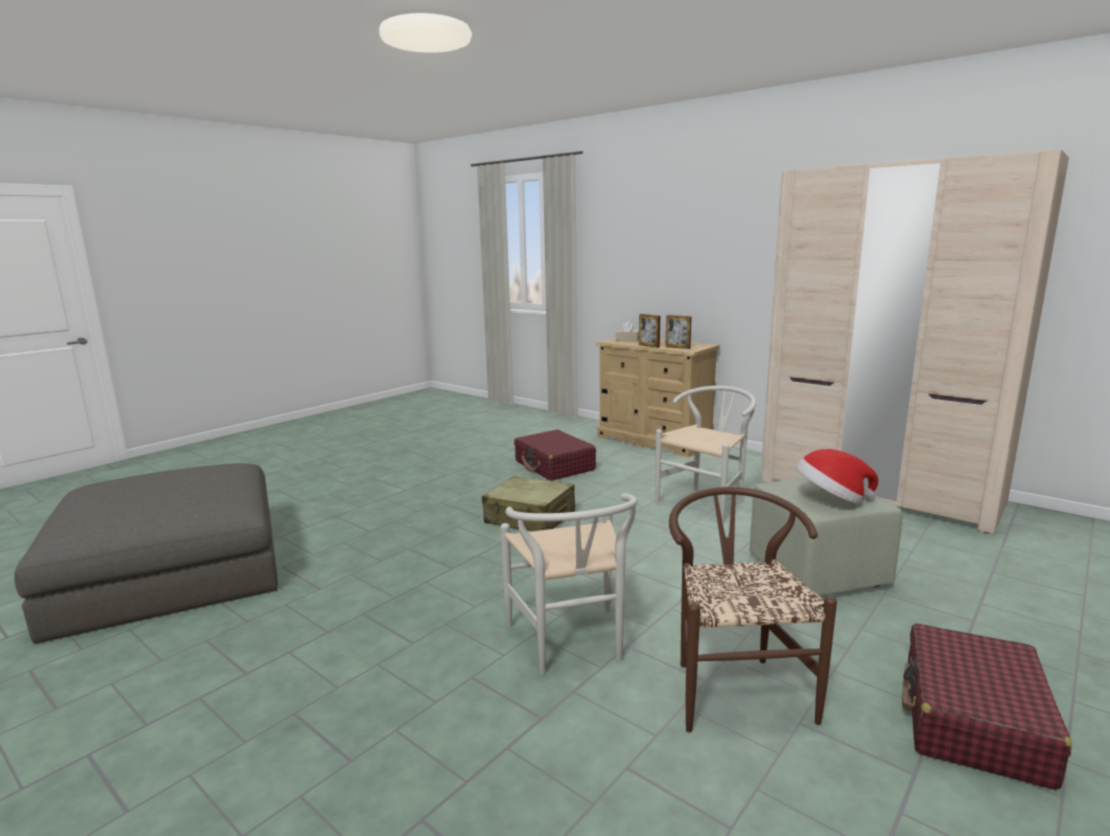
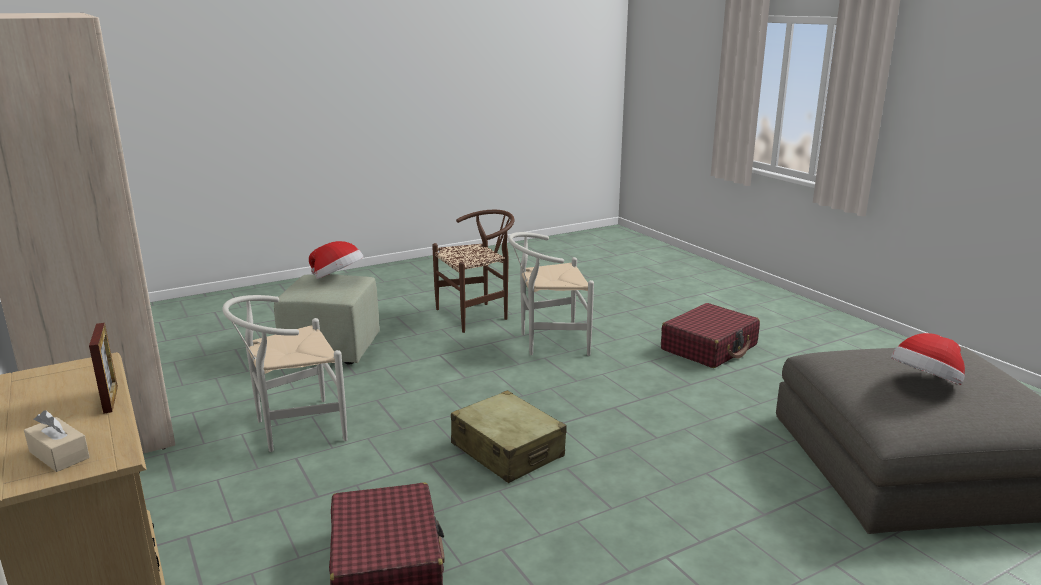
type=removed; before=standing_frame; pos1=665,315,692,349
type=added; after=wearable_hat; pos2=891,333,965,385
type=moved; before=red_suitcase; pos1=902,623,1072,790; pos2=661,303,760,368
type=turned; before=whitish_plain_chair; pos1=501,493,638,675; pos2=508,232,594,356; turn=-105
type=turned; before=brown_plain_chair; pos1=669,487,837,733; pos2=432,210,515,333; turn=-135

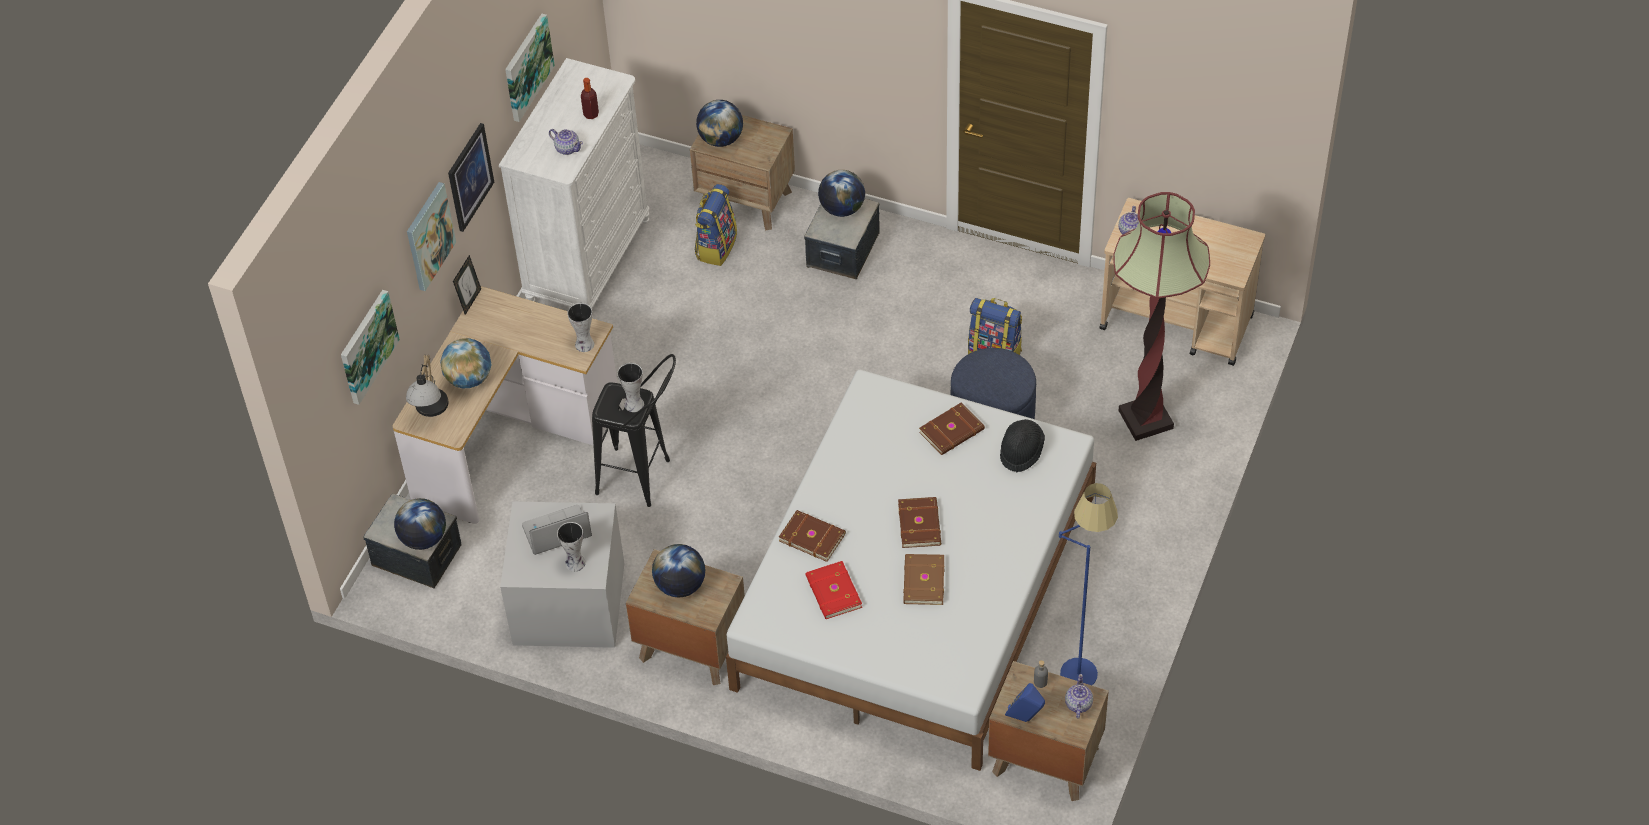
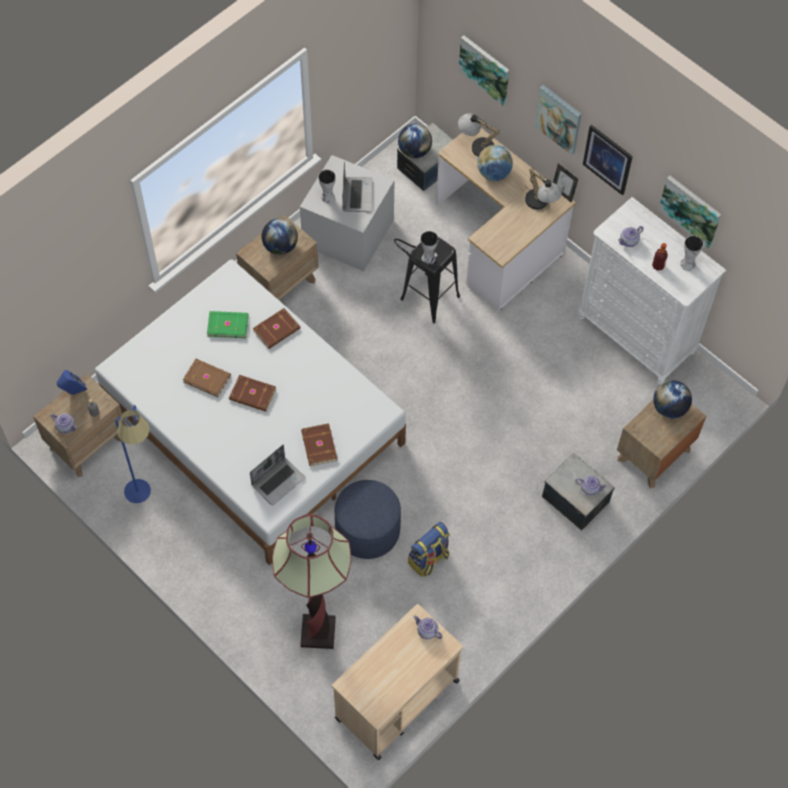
type=removed; before=backpack; pos1=695,184,737,266
type=added; after=lamp_for_a_table; pos2=525,168,562,210
type=moved; before=vase; pos1=567,303,594,352; pos2=680,235,704,271
type=replaced; before=globe; after=pot_for_tea; pos1=818,170,865,217; pos2=575,476,607,495
type=replaced; before=blackish_wearable_hat; after=laptop; pos1=1000,419,1045,472; pos2=250,444,305,505
type=recoloured; before=red_volume; after=green-coloured_volume; pos1=805,561,862,619; pos2=207,311,249,338

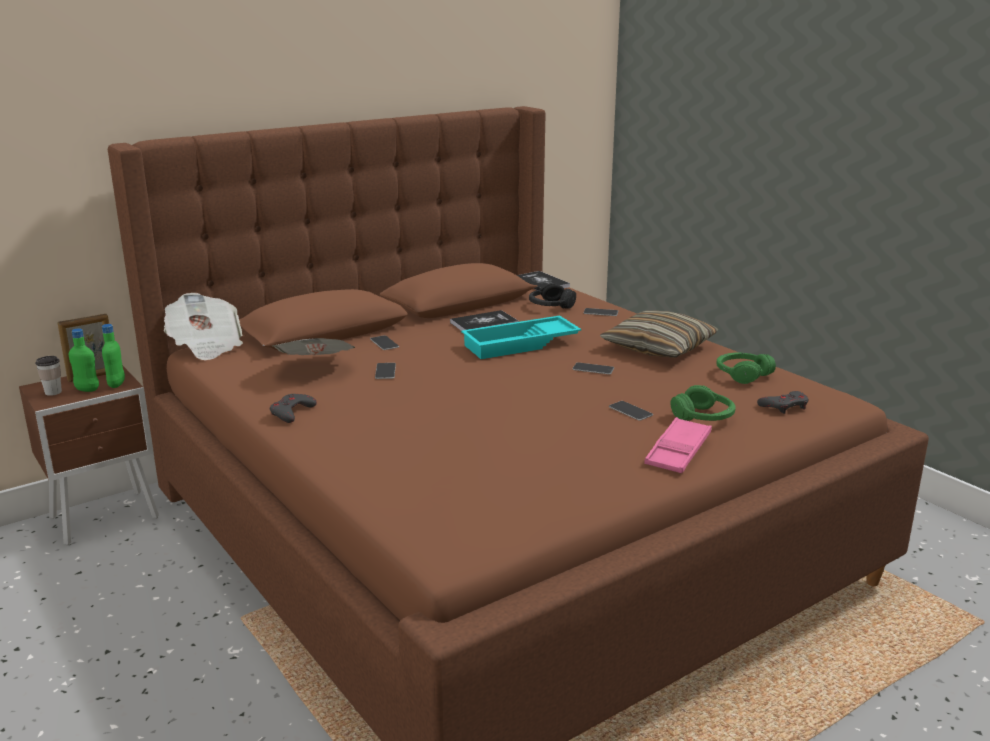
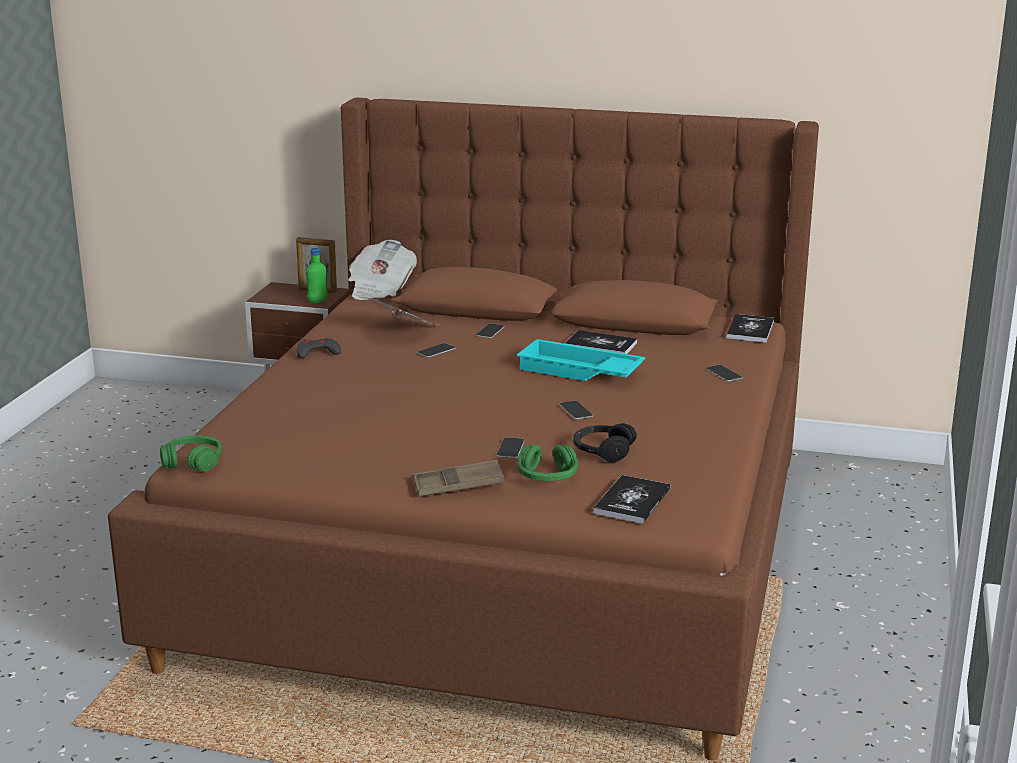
type=removed; before=small_cup; pos1=35,356,62,396
type=removed; before=green-coloured_beverage_bottle; pos1=69,328,99,392
type=removed; before=cushion; pos1=600,311,718,358
type=moved; before=blackish_headset; pos1=529,284,576,309; pos2=573,423,637,462
type=moved; before=green-coloured_headset; pos1=716,352,776,384; pos2=160,435,222,471
type=replaced; before=gray_gamepad; after=volume; pos1=757,391,808,414; pos2=593,475,670,524
type=recoloured; before=pink-coloured_carrying_tray; after=brown_carrying_tray; pos1=644,417,712,473; pos2=413,460,505,497

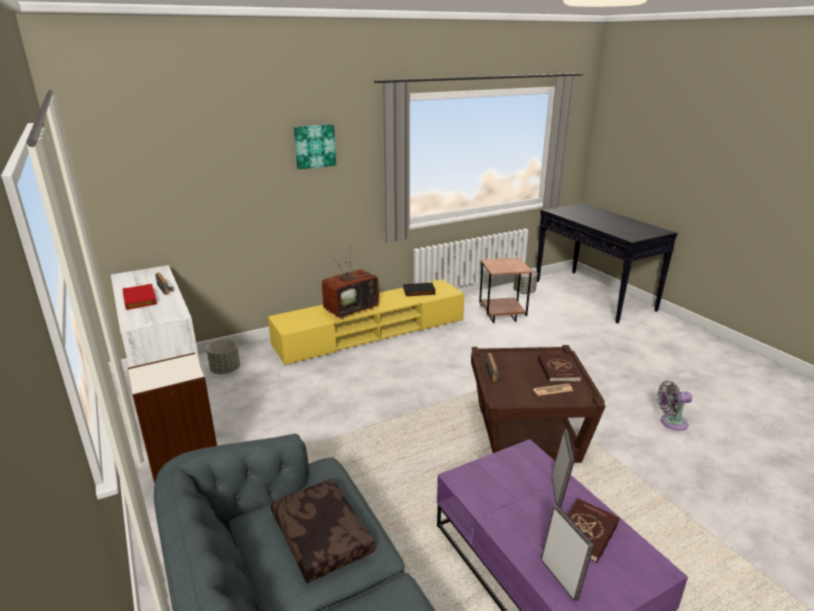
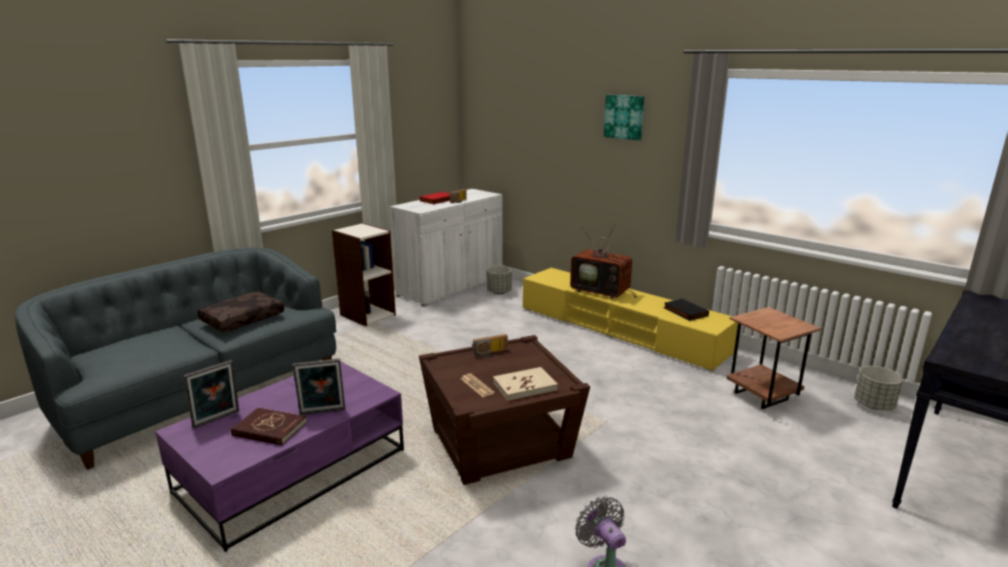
type=recoloured; before=red_volume; after=beige_volume; pos1=538,354,581,382; pos2=493,367,558,401

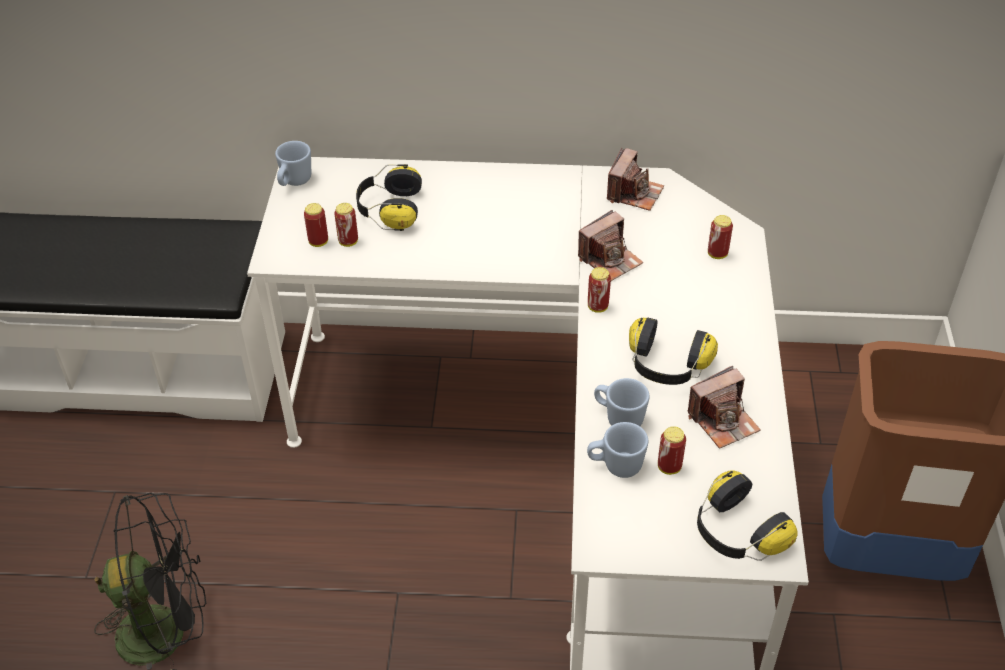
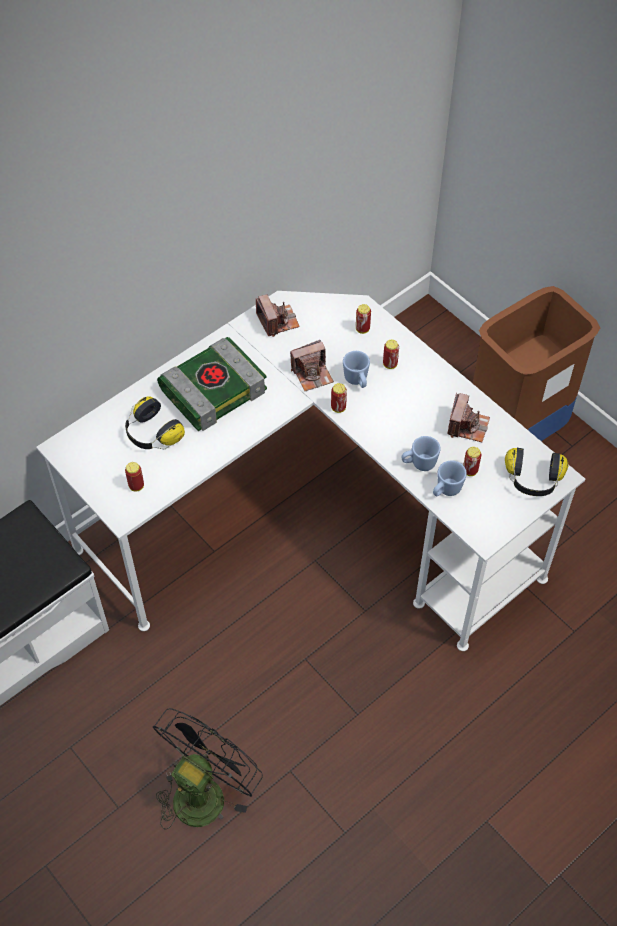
type=removed; before=headset; pos1=629,318,718,385
type=added; after=volume; pos2=157,337,267,431
type=moved; before=bluish_coffee_mug; pos1=275,141,311,186; pos2=343,351,370,388
type=moved; before=can; pos1=334,203,358,247; pos2=383,340,399,369
type=turned; before=still_camera; pos1=578,210,643,281; pos2=290,340,334,391; turn=60

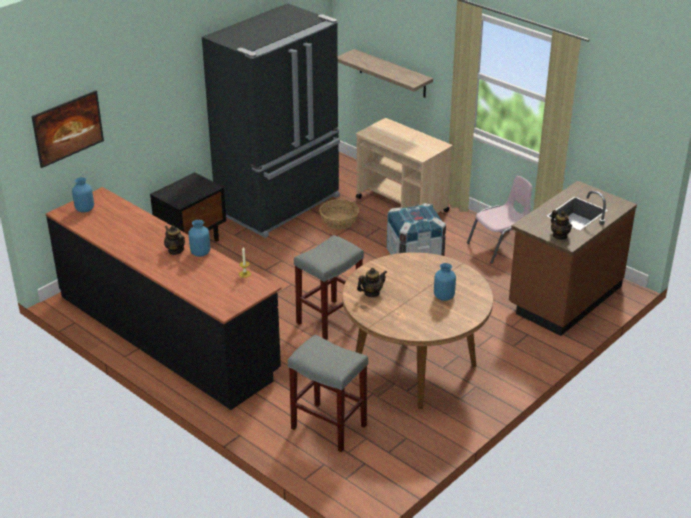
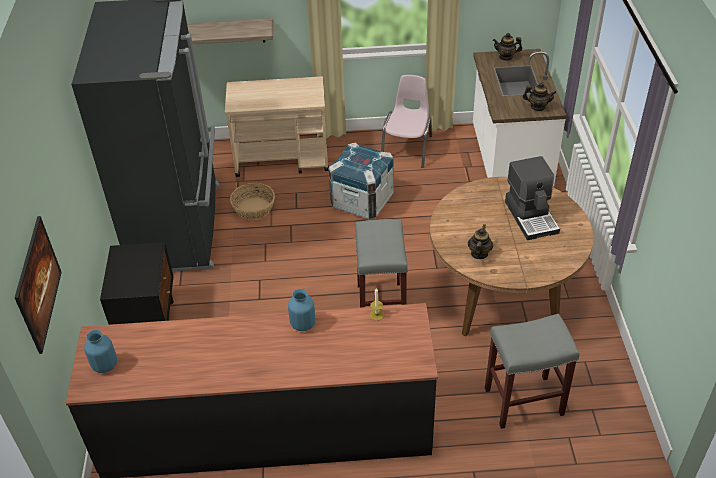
type=moved; before=pot_for_tea; pos1=164,225,185,255; pos2=493,33,522,61
type=replaced; before=bluish_vase; after=coffee_brewer; pos1=434,263,456,301; pos2=505,156,560,240
type=recoloured; before=brown_counter; after=whitish_counter; pos1=509,181,637,336; pos2=473,49,566,186

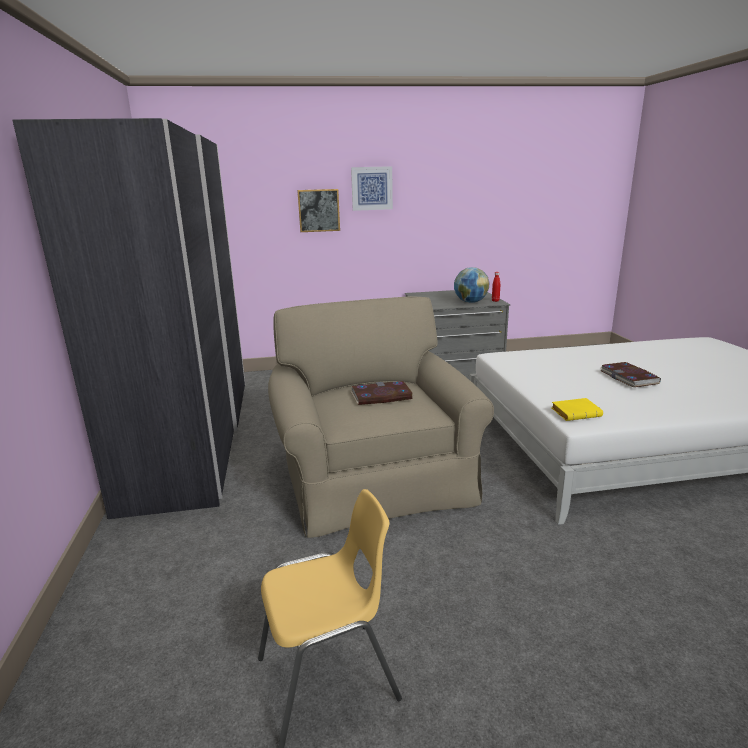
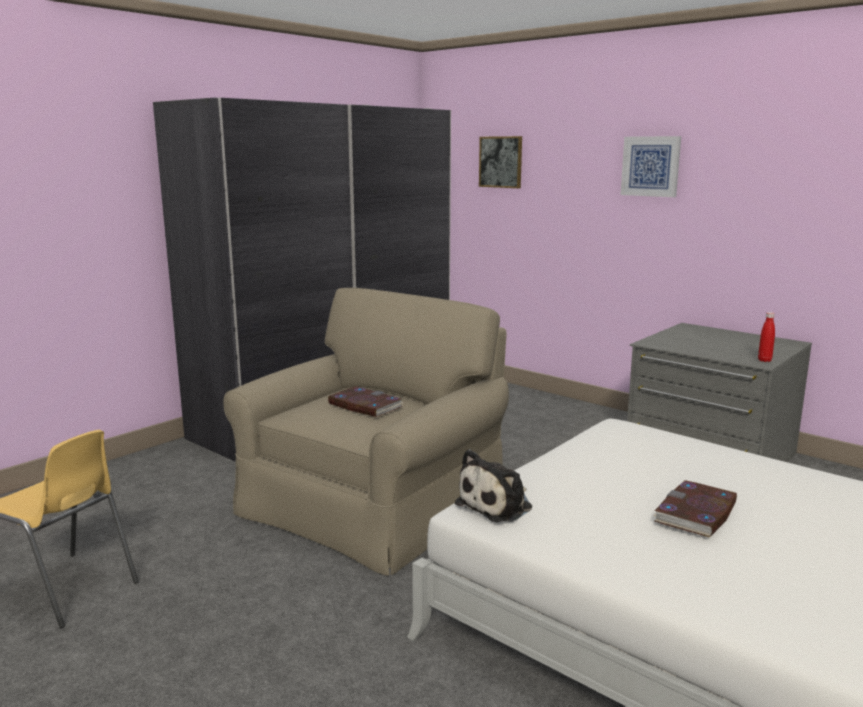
type=removed; before=globe; pos1=454,267,489,303
type=moved; before=wall_art; pos1=297,189,340,232; pos2=479,136,522,188
type=replaced; before=yellow_volume; after=soft_toy; pos1=551,398,603,421; pos2=455,449,532,522

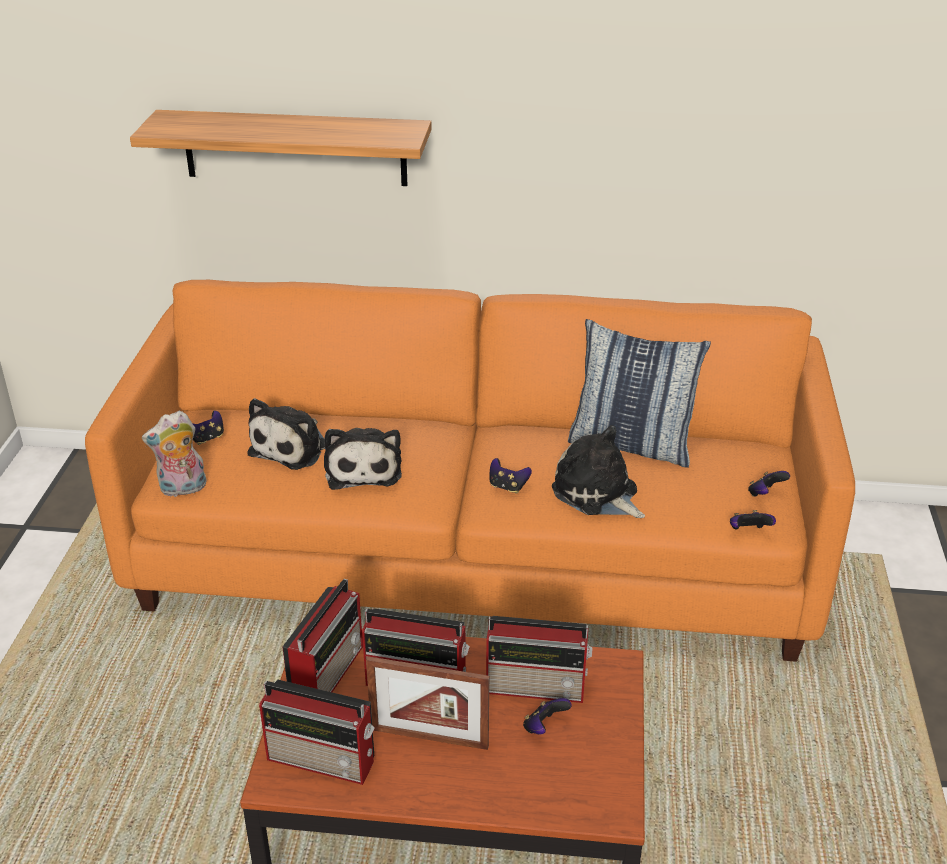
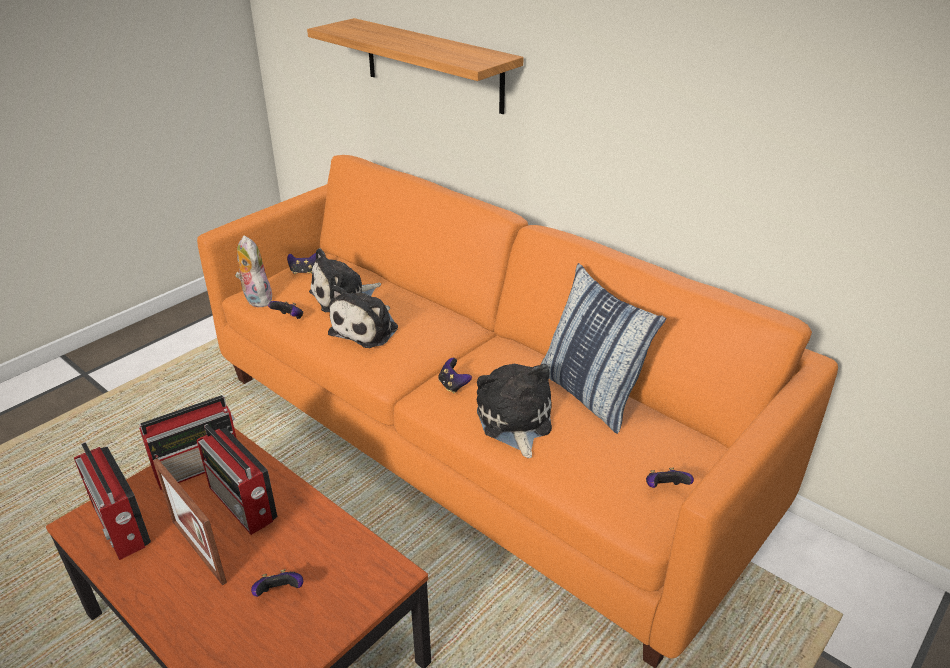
type=removed; before=radio_receiver; pos1=486,616,593,703
type=moved; before=gamepad; pos1=730,510,776,530; pos2=268,301,303,319
type=turned; before=soft_toy; pos1=142,411,207,497; pos2=235,236,272,307; turn=45

